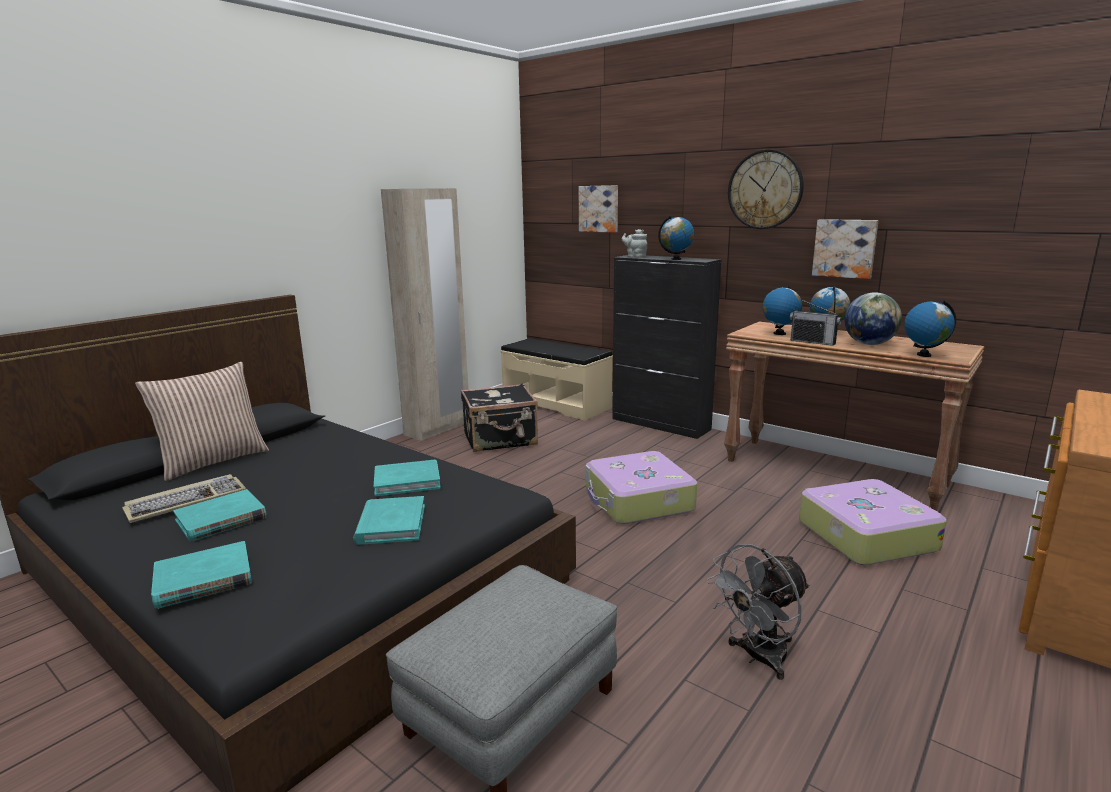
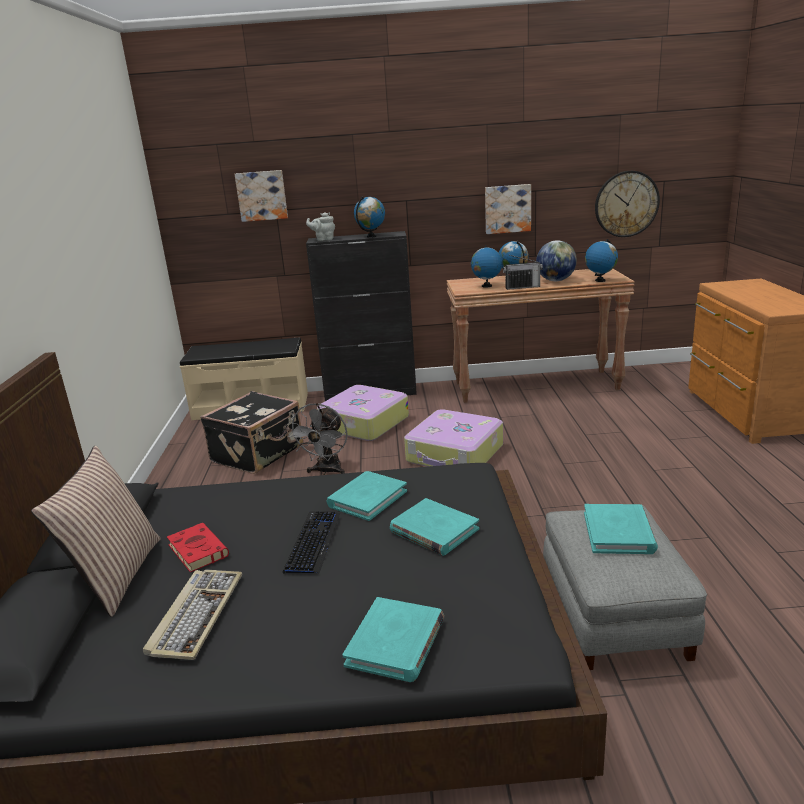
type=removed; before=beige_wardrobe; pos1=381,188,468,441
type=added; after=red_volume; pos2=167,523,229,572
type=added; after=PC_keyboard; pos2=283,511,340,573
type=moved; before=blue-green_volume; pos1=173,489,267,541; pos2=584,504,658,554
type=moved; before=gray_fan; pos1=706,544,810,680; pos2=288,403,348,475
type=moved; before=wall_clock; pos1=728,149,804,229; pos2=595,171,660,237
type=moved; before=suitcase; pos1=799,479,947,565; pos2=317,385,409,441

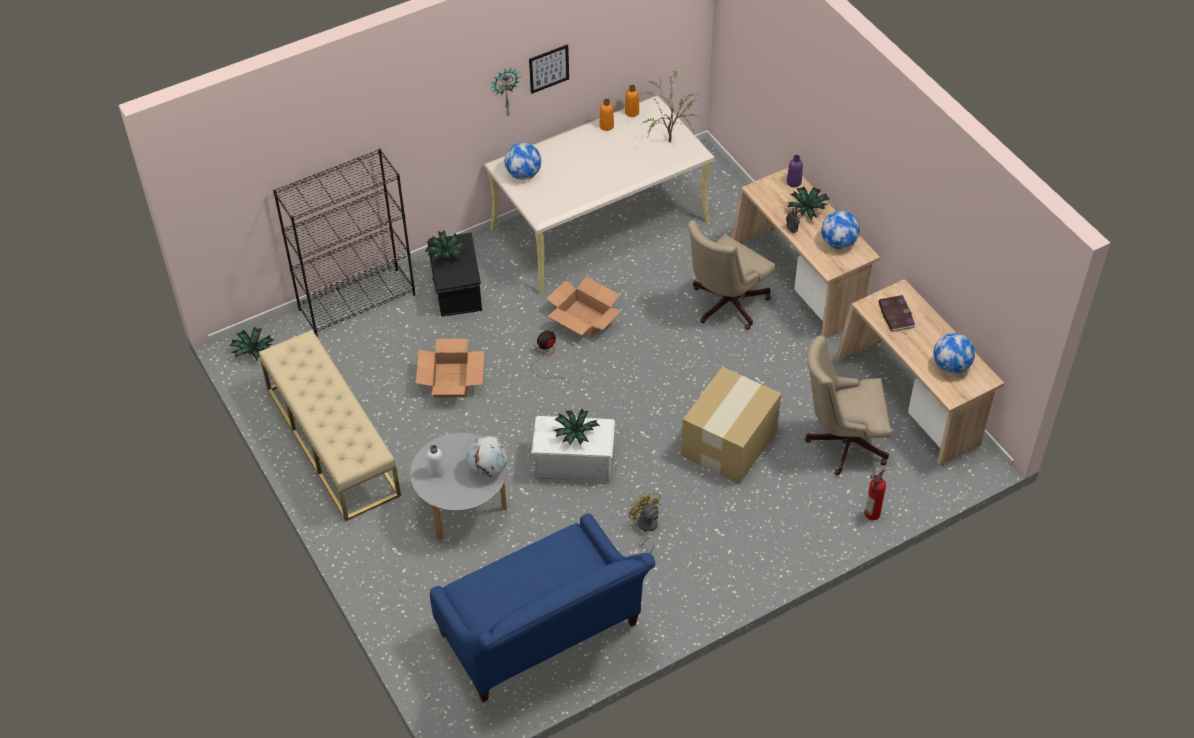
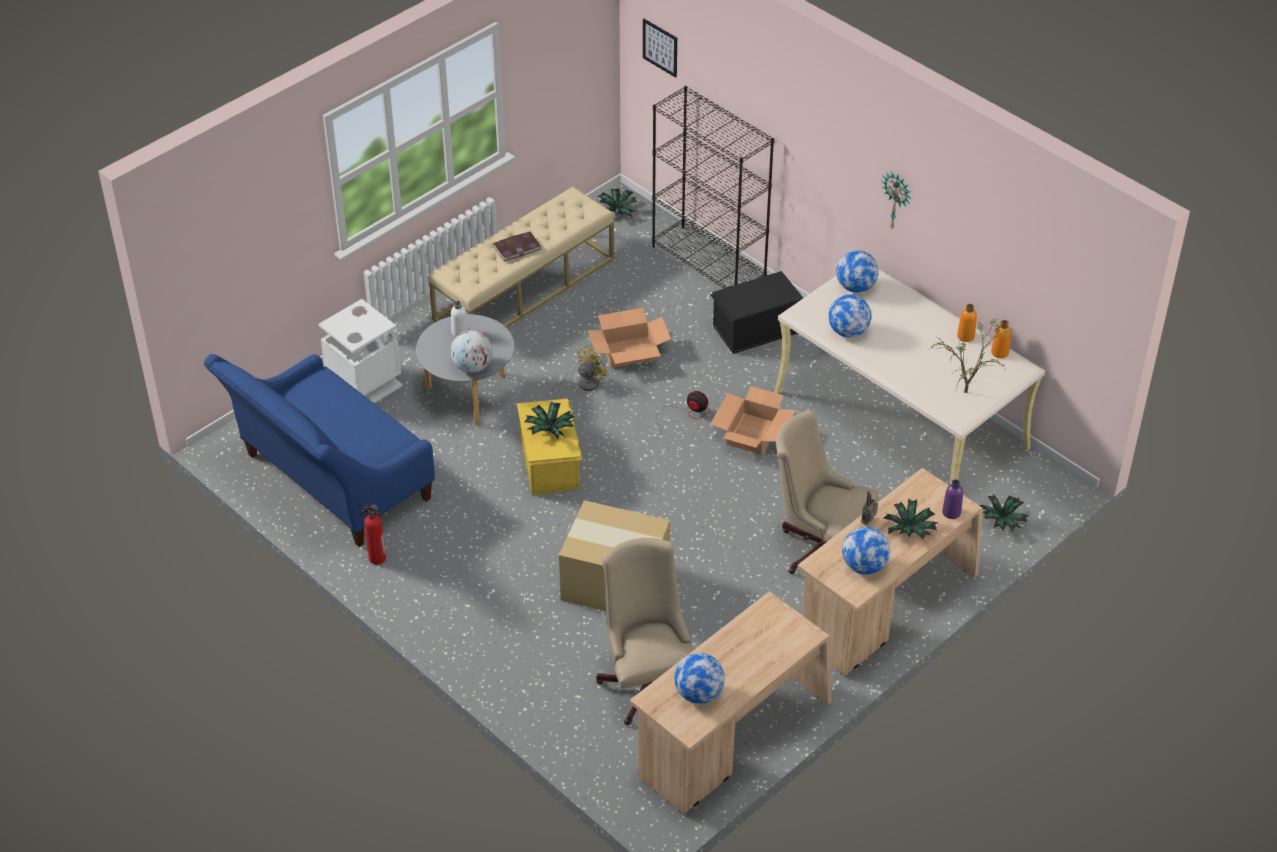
type=added; after=whitish_waste_bin; pos2=318,299,403,403
type=added; after=globe; pos2=828,294,872,338
type=moved; before=houseplant; pos1=425,230,467,262; pos2=980,495,1029,531
type=moved; before=wall_art; pos1=529,44,569,94; pos2=643,19,677,78
type=moved; before=yellow_fan; pos1=629,490,661,554; pos2=552,347,609,391
type=moved; before=extinguisher; pos1=865,469,886,520; pos2=359,504,386,565
type=moved; before=volume; pos1=879,295,916,332; pos2=493,231,542,261
type=recoloured; before=whitish_storage_bin; after=yellow_storage_bin; pos1=531,416,615,483; pos2=517,399,583,495

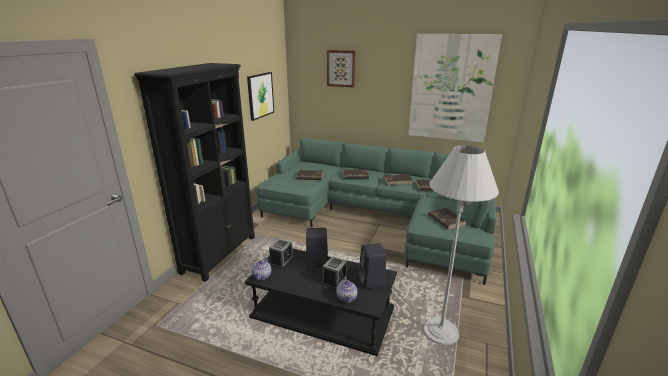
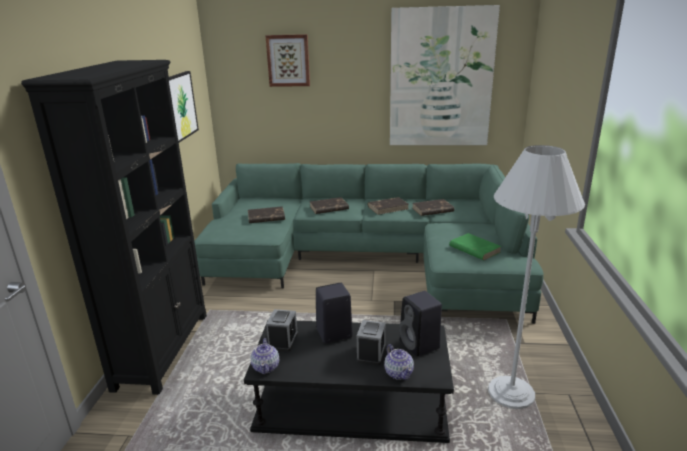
type=recoloured; before=brown_volume; after=green-coloured_volume; pos1=428,208,466,230; pos2=449,233,502,261

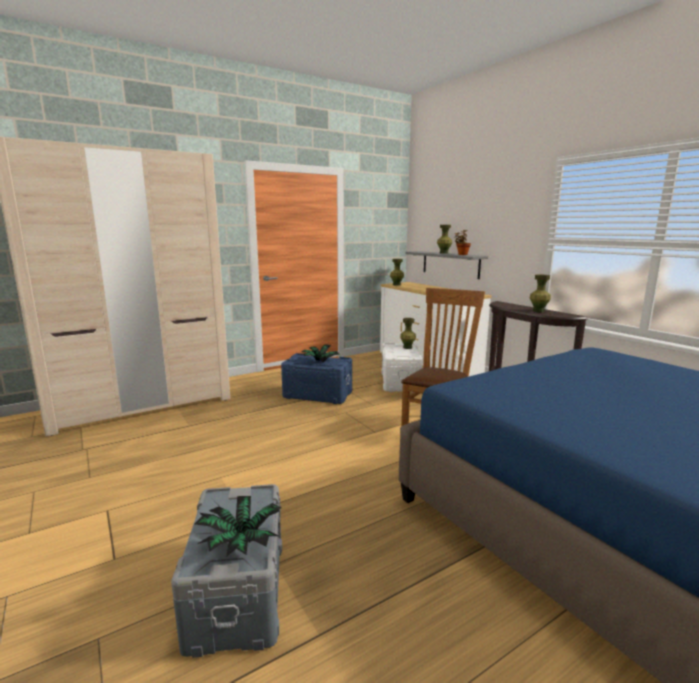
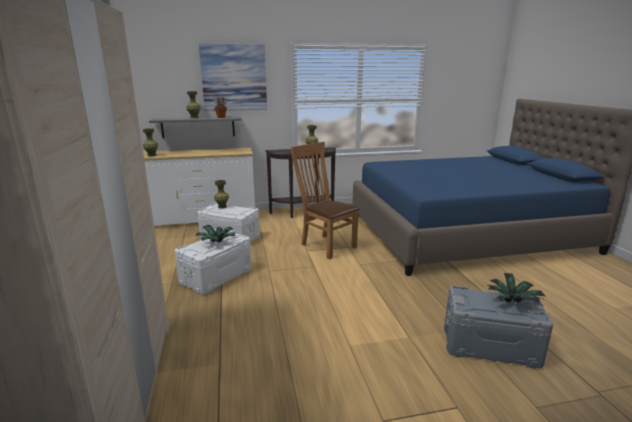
type=added; after=wall_art; pos2=199,43,267,111
type=recoloured; before=bluish_storage_bin; after=whitish_storage_bin; pos1=281,353,352,404; pos2=174,229,252,295

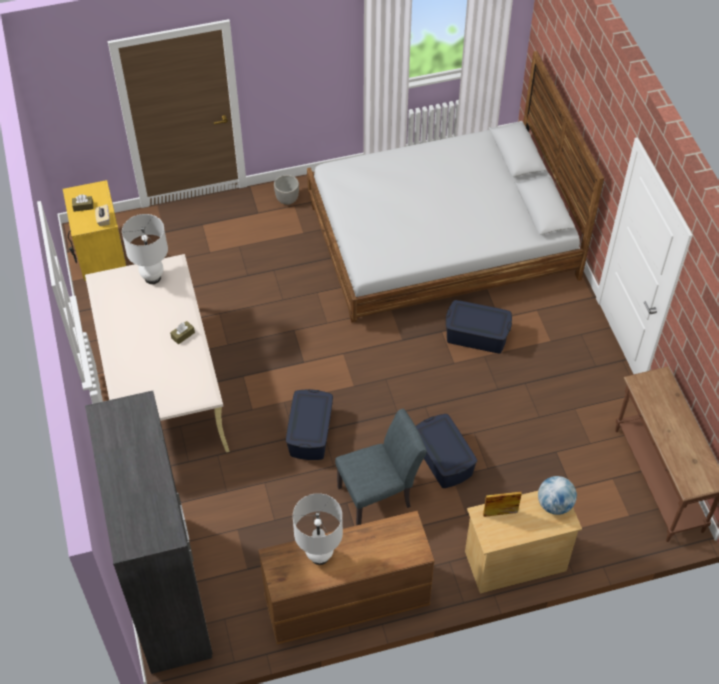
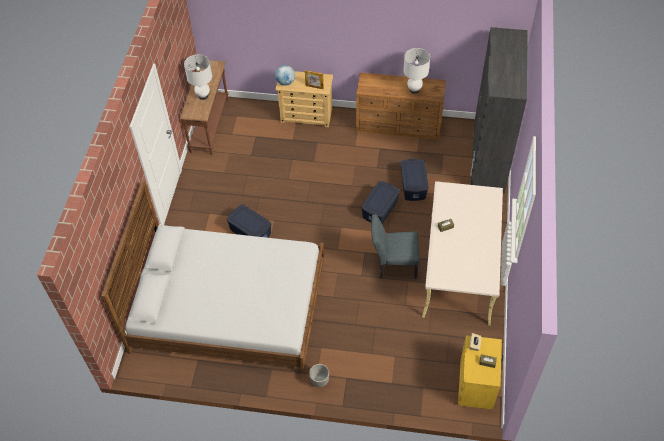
type=moved; before=whitish_lamp_for_a_table; pos1=122,214,168,284; pos2=184,54,212,100
type=moved; before=gray_plain_chair; pos1=335,408,427,526; pos2=371,215,419,279
type=moved; before=bluish_storage_bin; pos1=416,414,477,488; pos2=401,159,428,201

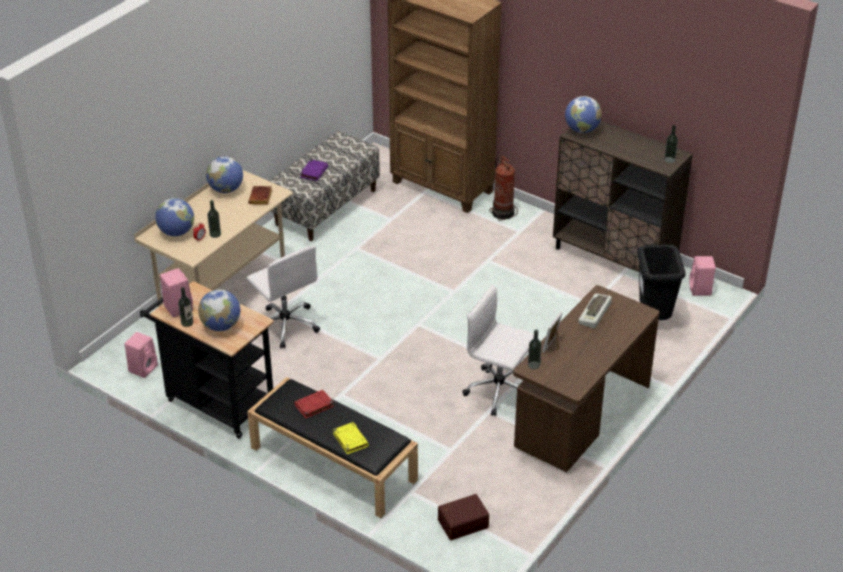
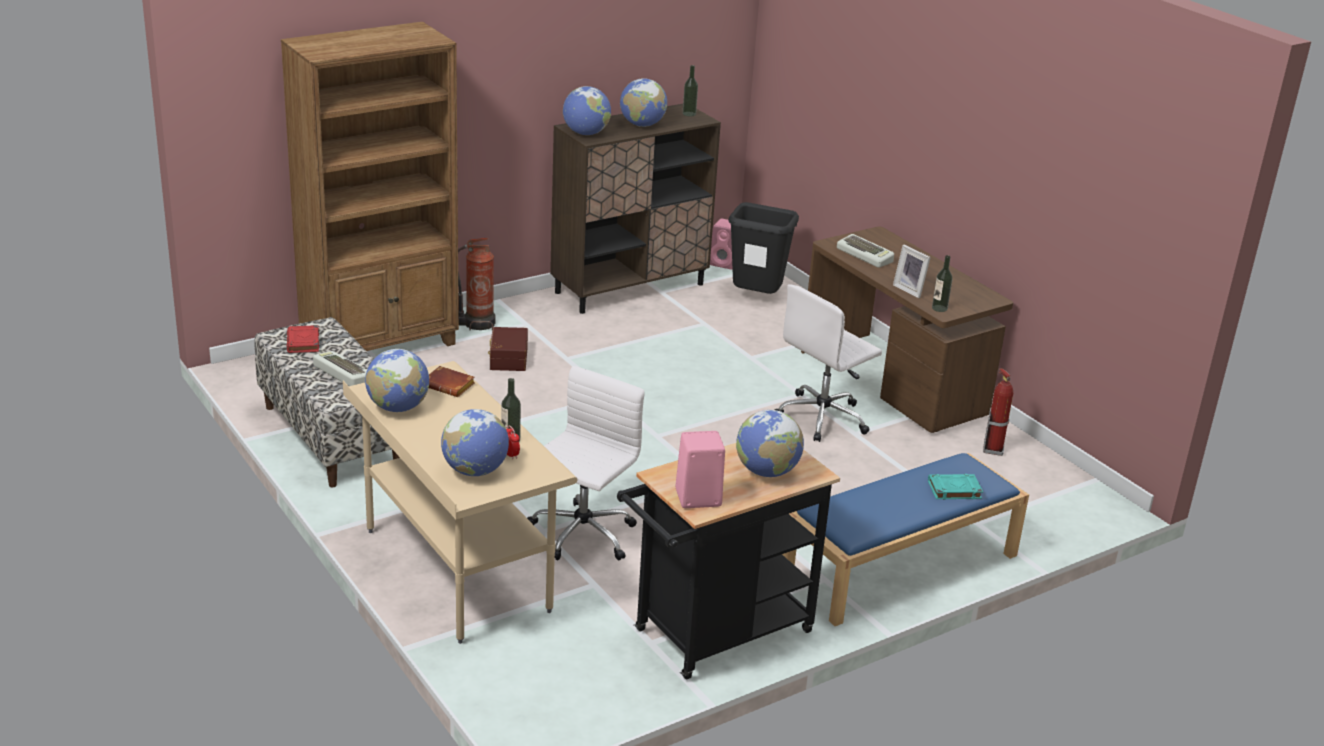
type=removed; before=pink-coloured_loudspeaker; pos1=124,332,158,378
type=removed; before=beverage_bottle; pos1=178,287,193,327
type=added; after=globe; pos2=620,78,667,127
type=added; after=extinguisher; pos2=983,368,1013,456
type=moved; before=red_volume; pos1=294,390,334,418; pos2=286,325,319,353
type=moved; before=brown_storage_bin; pos1=438,494,489,541; pos2=488,327,528,371
type=replaced; before=purple_volume; after=PC_keyboard; pos1=300,159,328,181; pos2=313,351,367,386
type=recoloured; before=blackish_long_seat; after=bluish_long_seat; pos1=247,377,418,518; pos2=782,453,1029,626
type=recoloured; before=yellow_volume; after=blue-green_volume; pos1=333,422,369,454; pos2=928,474,983,500
type=turned; before=whitish_computer_chair; pos1=246,246,320,348; pos2=527,366,645,560; turn=-45

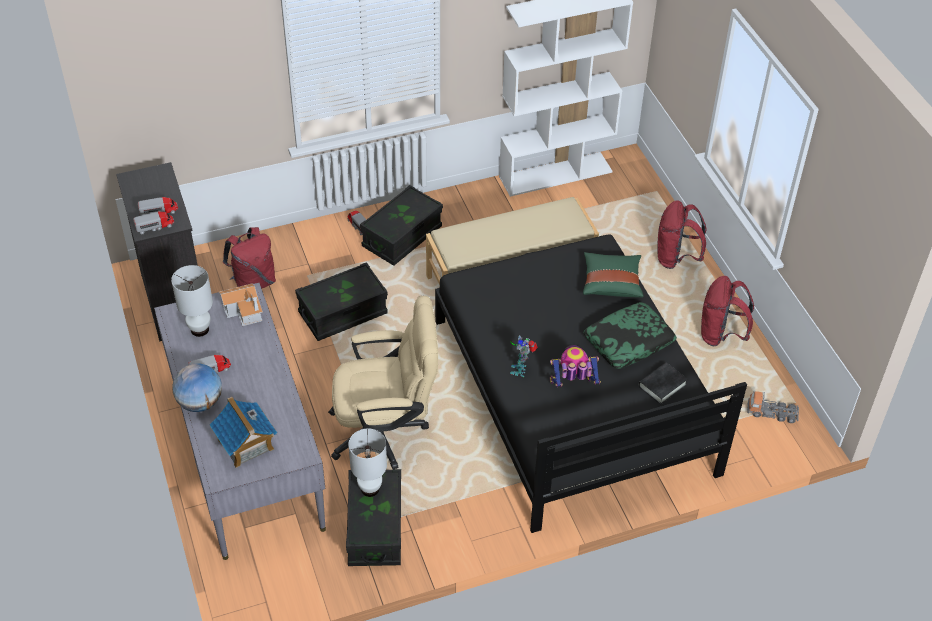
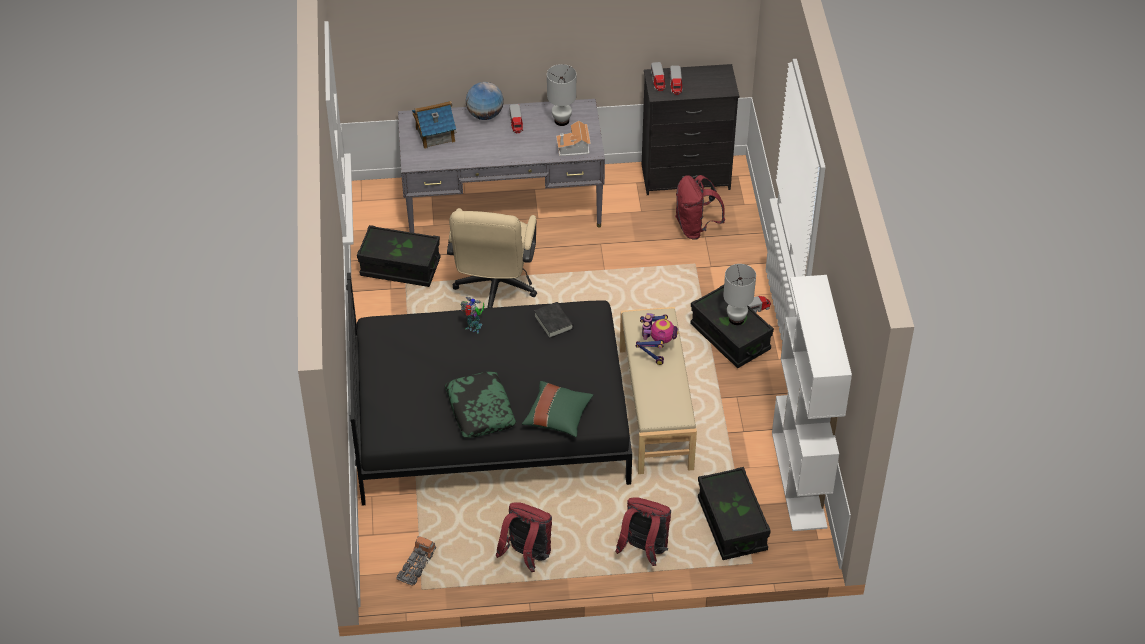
type=moved; before=blackish_storage_bin; pos1=295,262,388,341; pos2=698,467,771,560
type=moved; before=whitish_lamp_for_a_table; pos1=348,429,387,497; pos2=723,264,756,325
type=moved; before=robot_figure; pos1=550,345,601,387; pos2=636,313,679,365
type=moved; before=blackish_volume; pos1=639,362,688,404; pos2=534,302,574,338

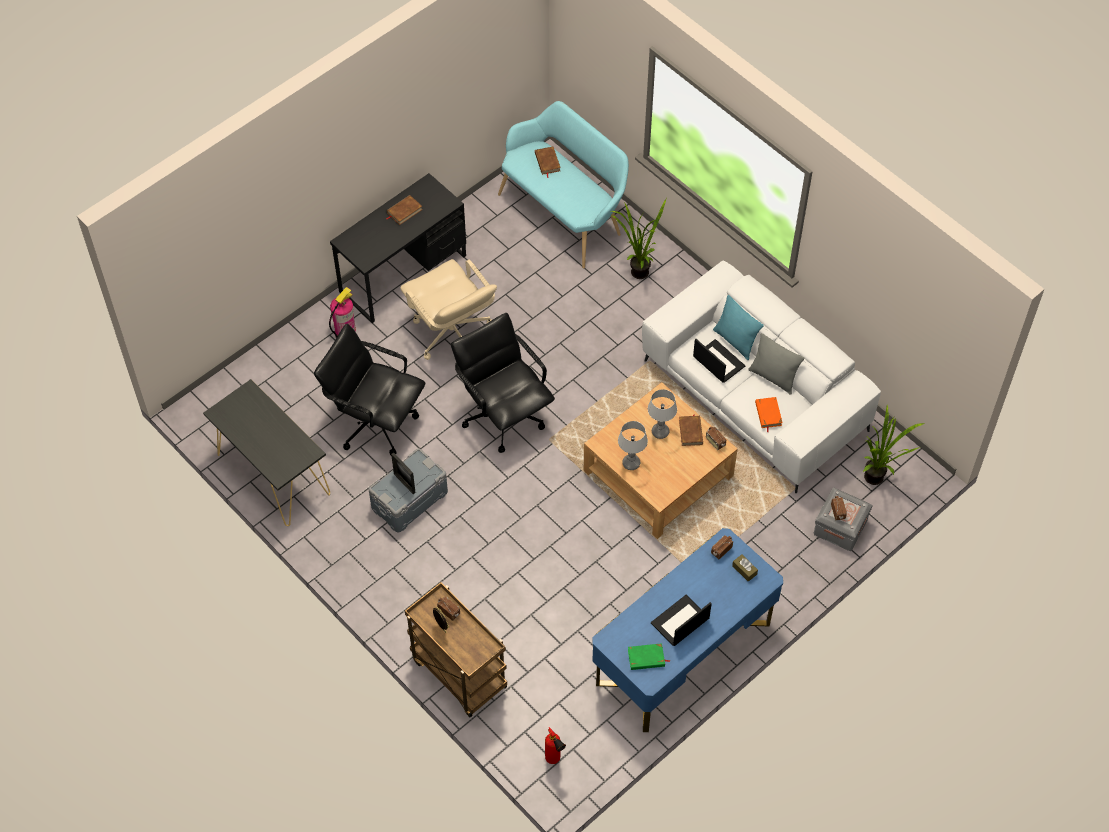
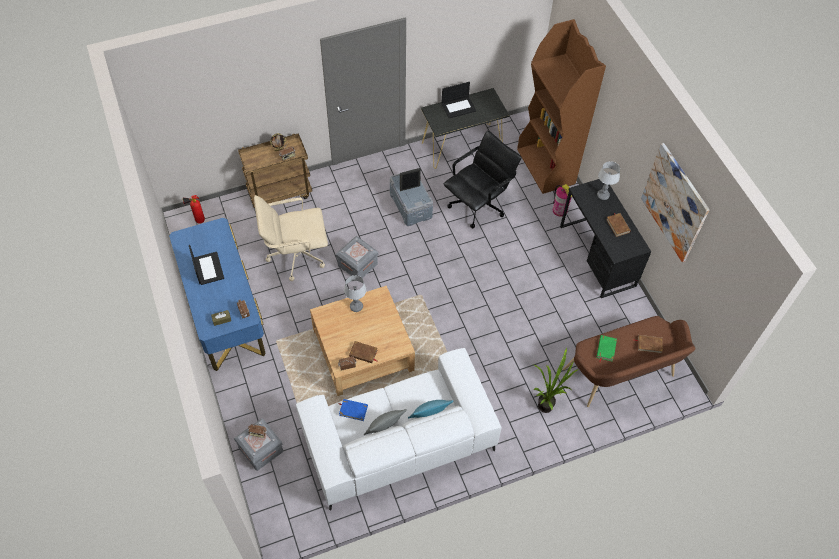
type=removed; before=blackish_computer_chair; pos1=451,313,555,453
type=removed; before=houseplant; pos1=863,405,926,485
type=added; after=gray_storage_bin; pos2=336,236,378,278
type=added; after=brown_shelving_unit; pos2=517,19,606,194
type=added; after=wall_art; pos2=641,143,709,262
type=moved; before=beige_computer_chair; pos1=400,259,497,360; pos2=254,195,328,281
type=moved; before=green-coloured_volume; pos1=628,643,670,670; pos2=596,335,617,362
type=moved; before=lamp_for_a_table; pos1=648,389,677,439; pos2=597,161,620,200
type=moved; before=laptop; pos1=693,339,745,383; pos2=442,82,476,118
type=recoloured; before=blue-green_long_seat; after=brown_long_seat; pos1=498,101,629,268; pos2=563,316,695,407
type=recoloured; before=orangey_volume; after=bluish_volume; pos1=755,397,783,433; pos2=339,399,368,421

